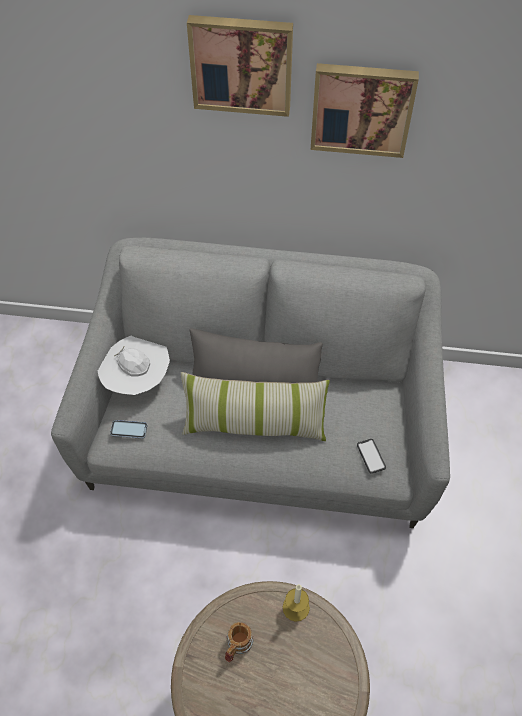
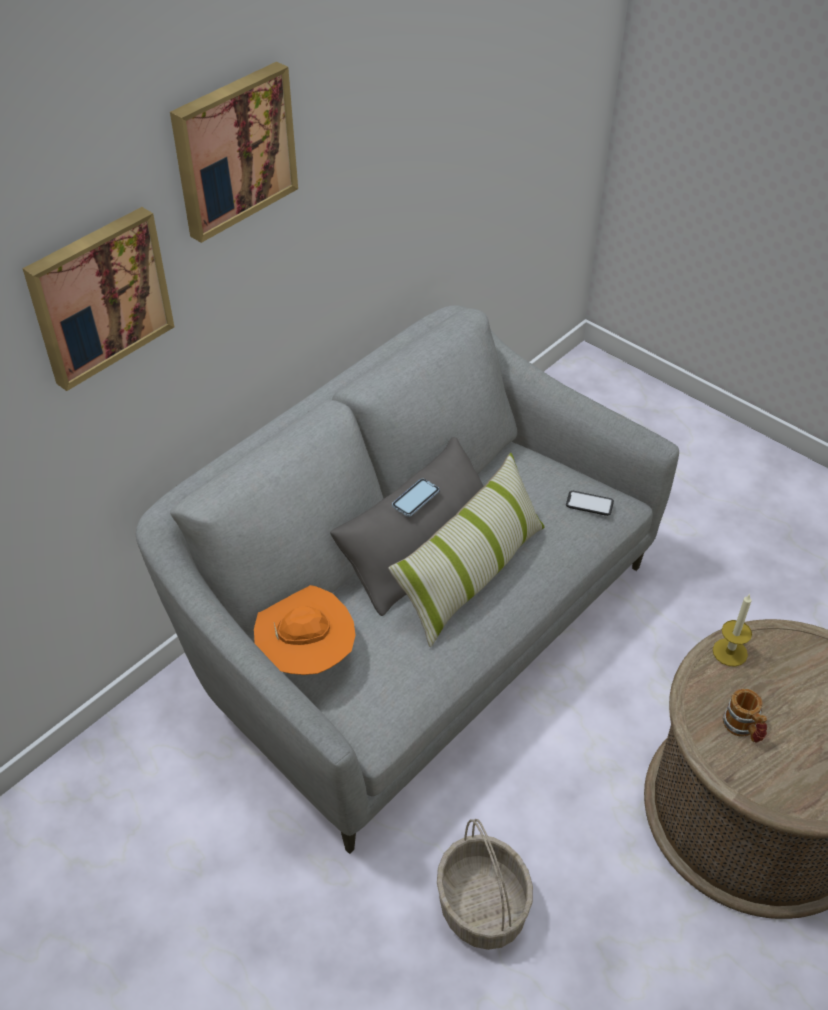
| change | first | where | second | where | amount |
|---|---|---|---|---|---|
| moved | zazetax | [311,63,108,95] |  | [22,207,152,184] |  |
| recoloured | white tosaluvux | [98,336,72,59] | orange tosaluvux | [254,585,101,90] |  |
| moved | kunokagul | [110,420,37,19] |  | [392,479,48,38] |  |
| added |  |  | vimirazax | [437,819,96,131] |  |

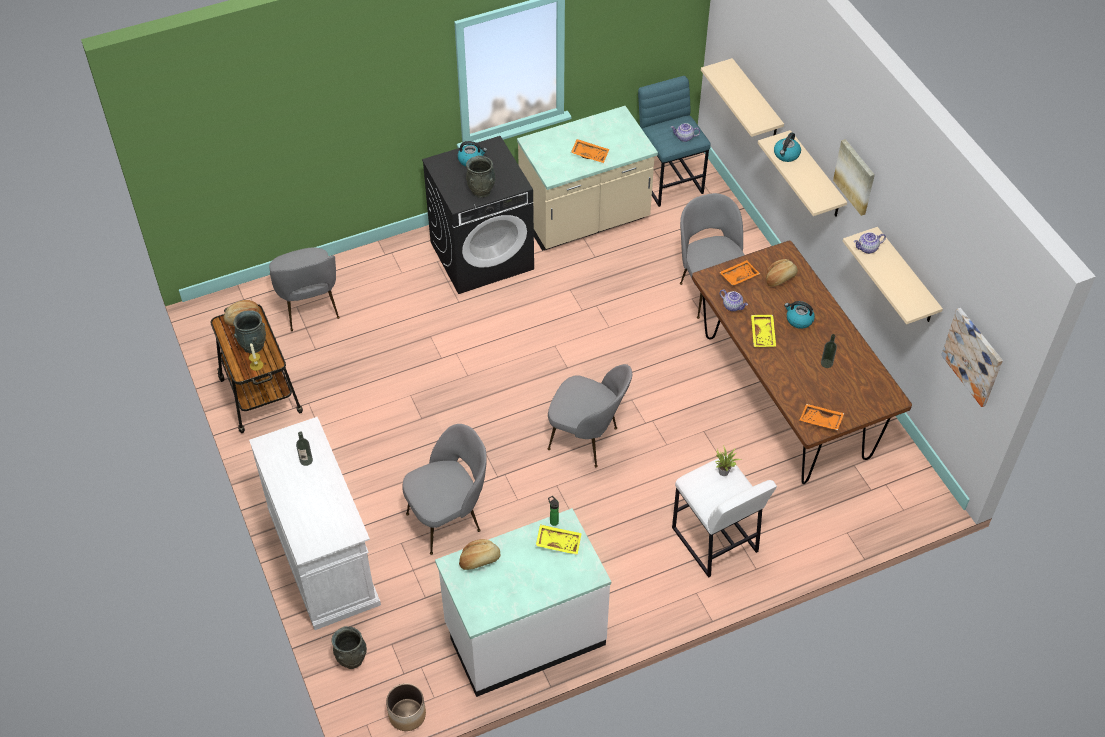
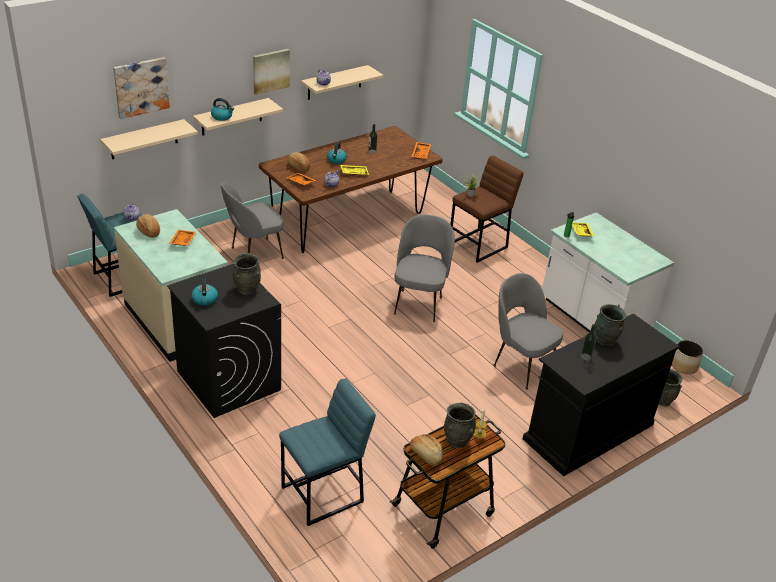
| change | first | where | second | where | amount |
|---|---|---|---|---|---|
| replaced | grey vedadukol | [269,248,71,83] | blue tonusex | [279,378,97,148] |  |
| moved | zazetax | [941,308,62,99] |  | [113,57,57,62] |  |
| recoloured | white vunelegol | [249,417,132,213] | black vunelegol | [523,313,156,163] |  |
| recoloured | white tonusex | [672,455,105,123] | brown tonusex | [450,156,74,107] |  |
| moved | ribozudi | [459,539,41,31] |  | [136,214,24,23] |  |
| added |  |  | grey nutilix | [595,304,32,42] |  |

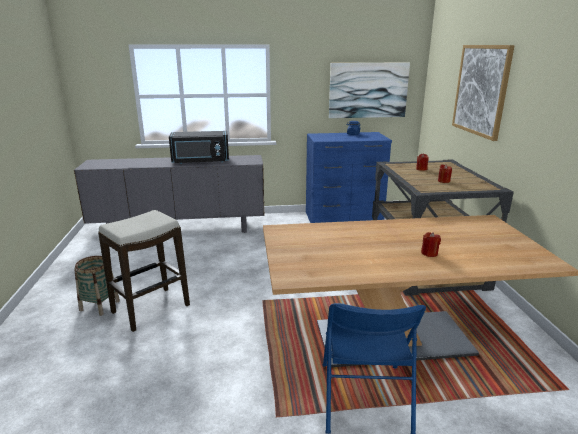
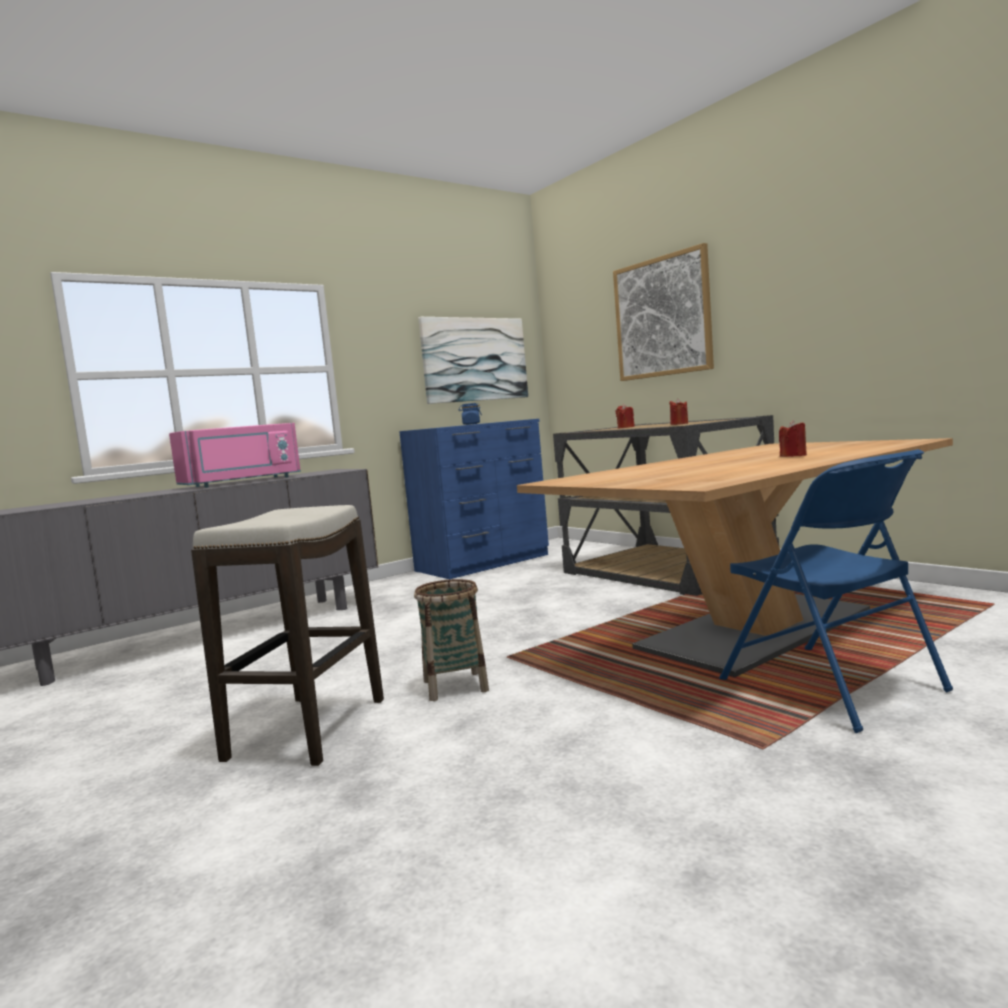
| change | first | where | second | where | amount |
|---|---|---|---|---|---|
| recoloured | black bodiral | [169,131,60,33] | pink bodiral | [169,423,132,65] |  |
| moved | vimirazax | [74,256,46,60] |  | [414,579,75,122] |  |

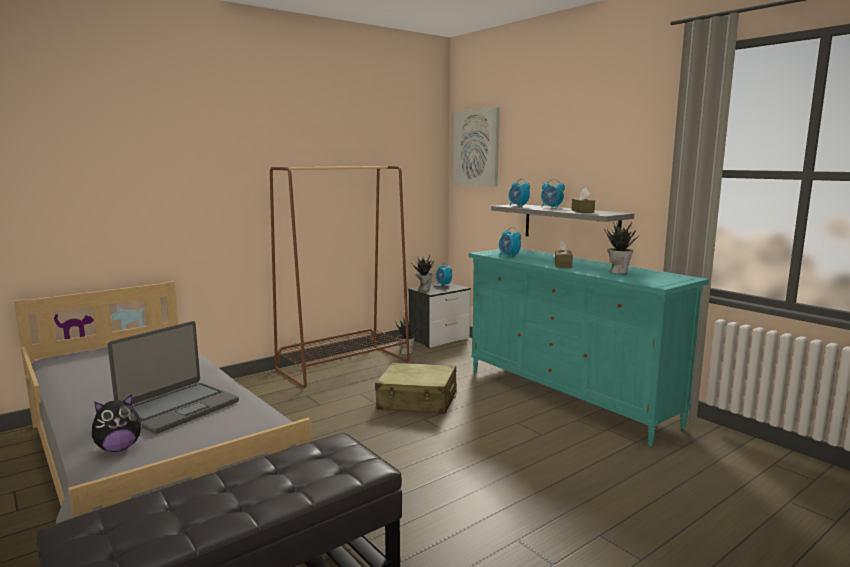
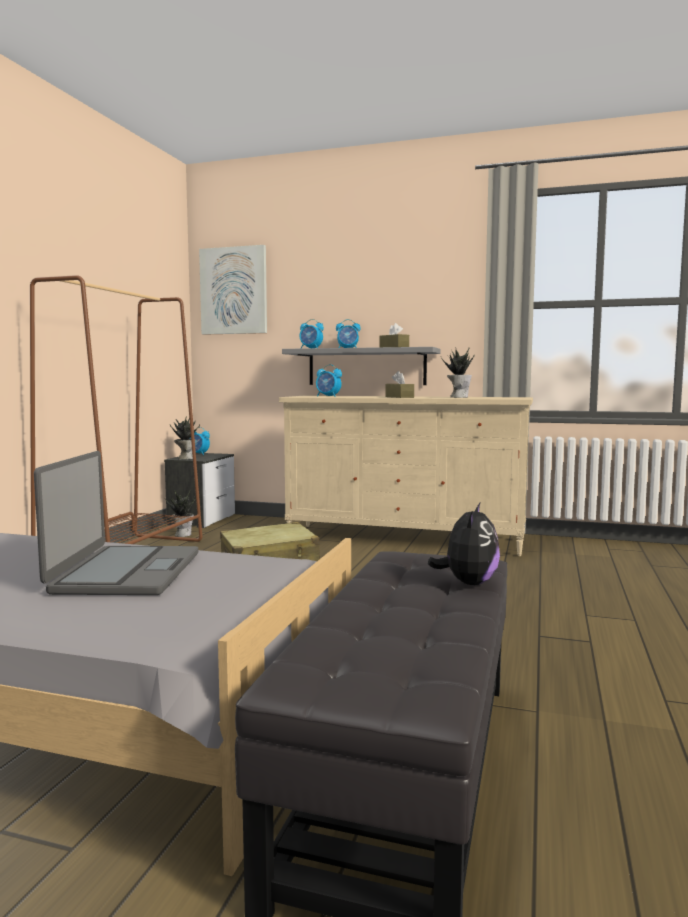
| change | first | where | second | where | amount |
|---|---|---|---|---|---|
| recoloured | turquoise vunelegol | [468,249,241,198] | beige vunelegol | [279,395,254,161] |  |
| moved | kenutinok | [92,394,51,58] |  | [428,503,72,82] |  |

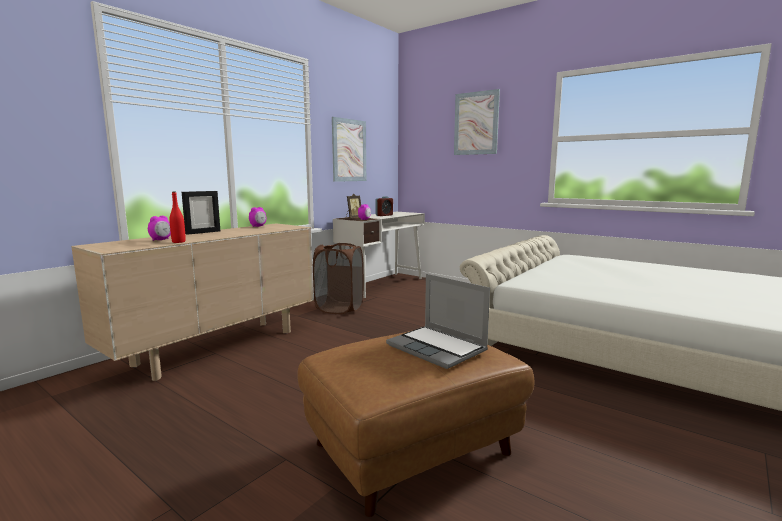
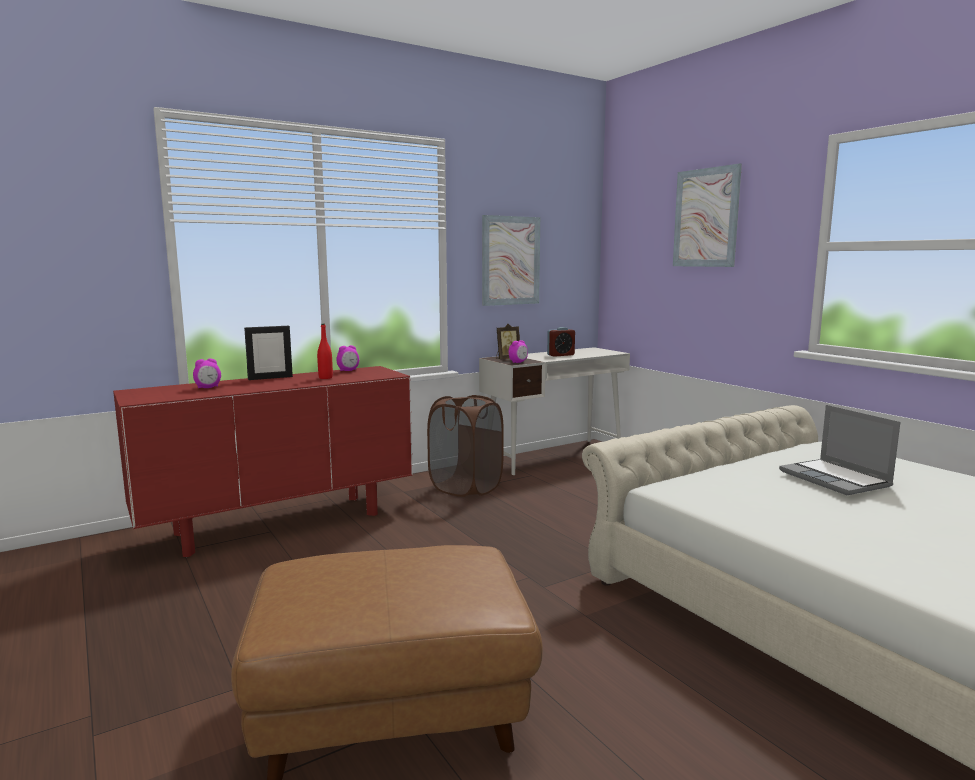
| change | first | where | second | where | amount |
|---|---|---|---|---|---|
| moved | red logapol | [169,192,17,51] |  | [317,324,16,55] |  |
| recoloured | beige vunelegol | [71,223,243,158] | red vunelegol | [113,366,300,191] |  |
| moved | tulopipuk | [386,274,104,95] |  | [779,405,121,90] |  |

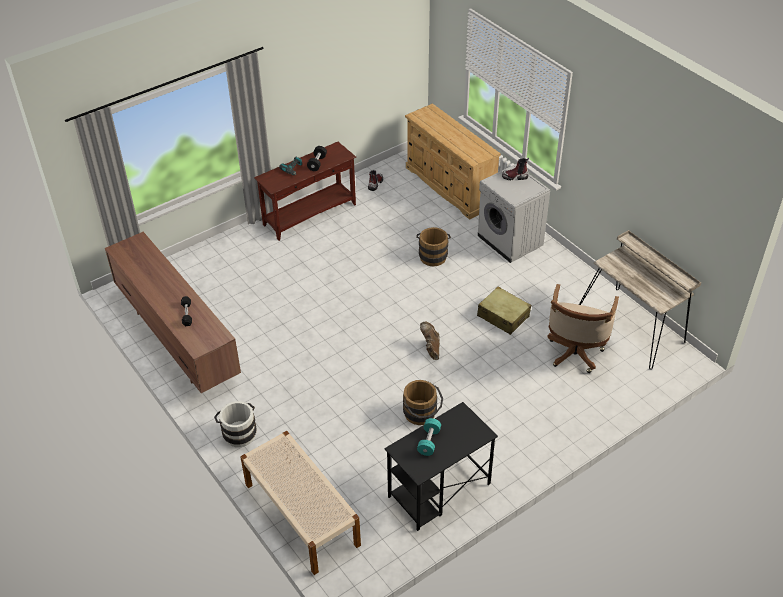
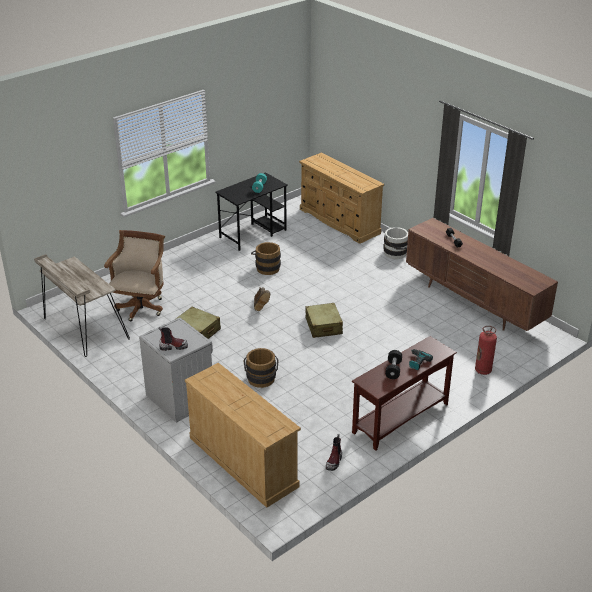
| change | first | where | second | where | amount |
|---|---|---|---|---|---|
| replaced | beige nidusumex | [240,431,121,144] | beige vunelegol | [299,153,85,91] |  |
| added |  |  | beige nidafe | [305,303,38,35] |  |
| added |  |  | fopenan | [475,326,22,49] |  |

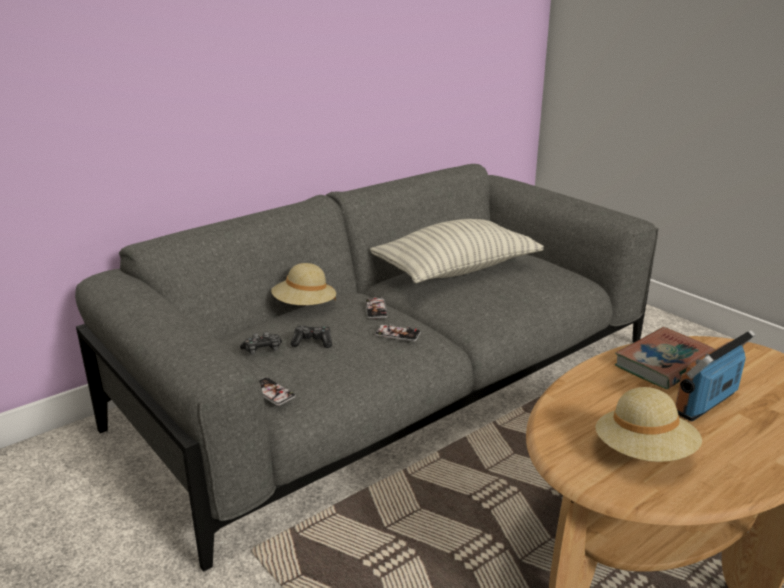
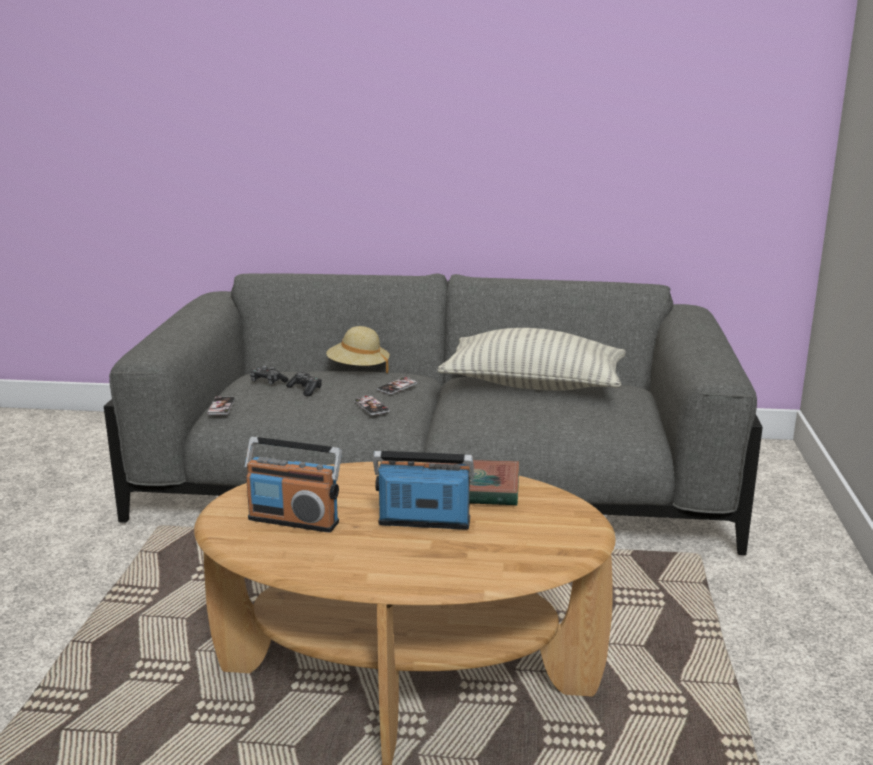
| change | first | where | second | where | amount |
|---|---|---|---|---|---|
| replaced | beige tosaluvux | [595,387,107,75] | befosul | [245,437,97,95] |  |

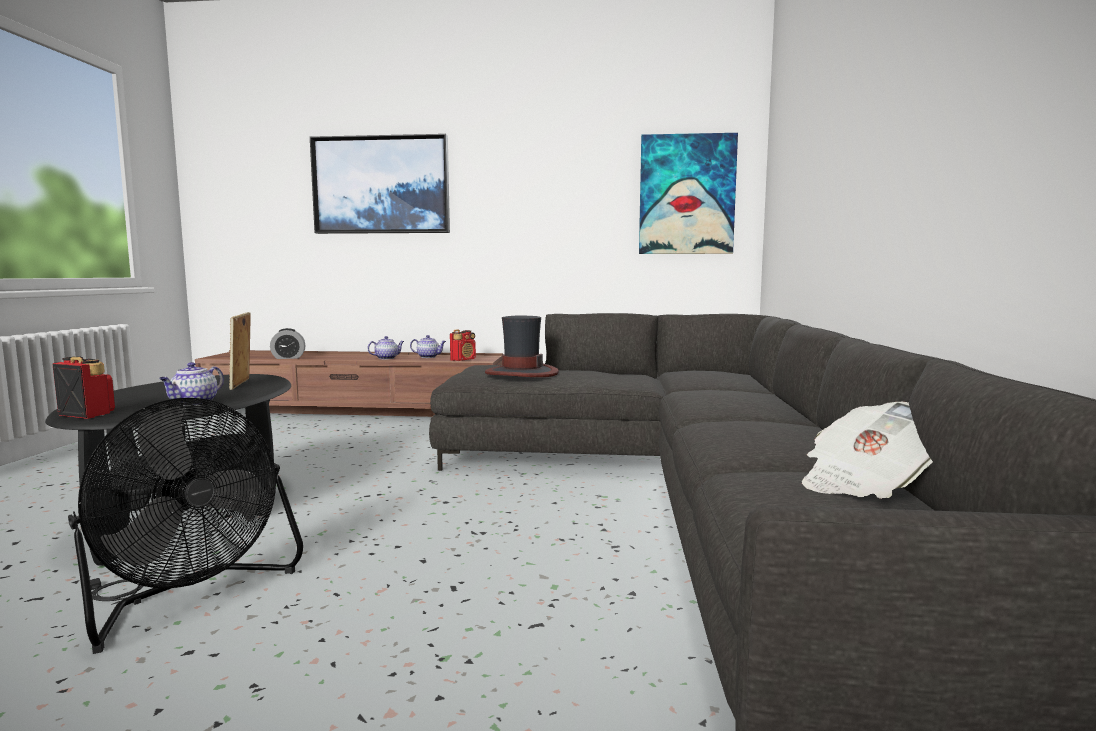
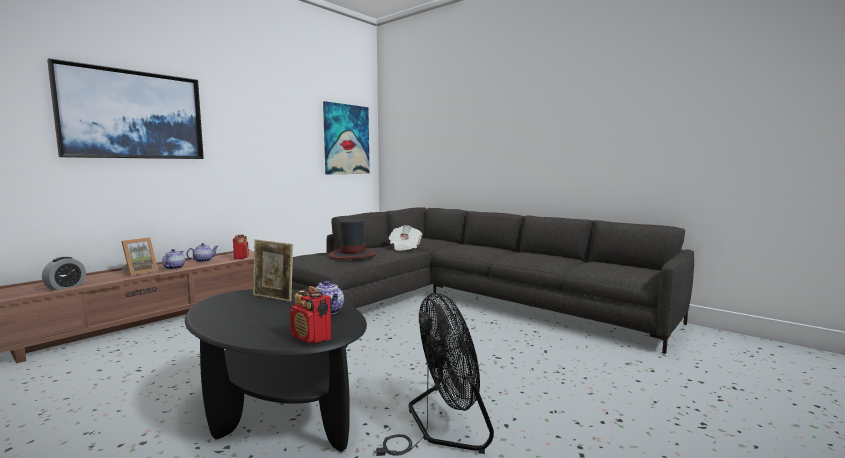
| change | first | where | second | where | amount |
|---|---|---|---|---|---|
| turned | befosul | [53,357,62,62] |  | [290,286,42,58] | 105 degrees counterclockwise |
| moved | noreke | [802,402,131,97] |  | [388,225,34,26] |  |
| added |  |  | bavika | [121,237,38,39] |  |

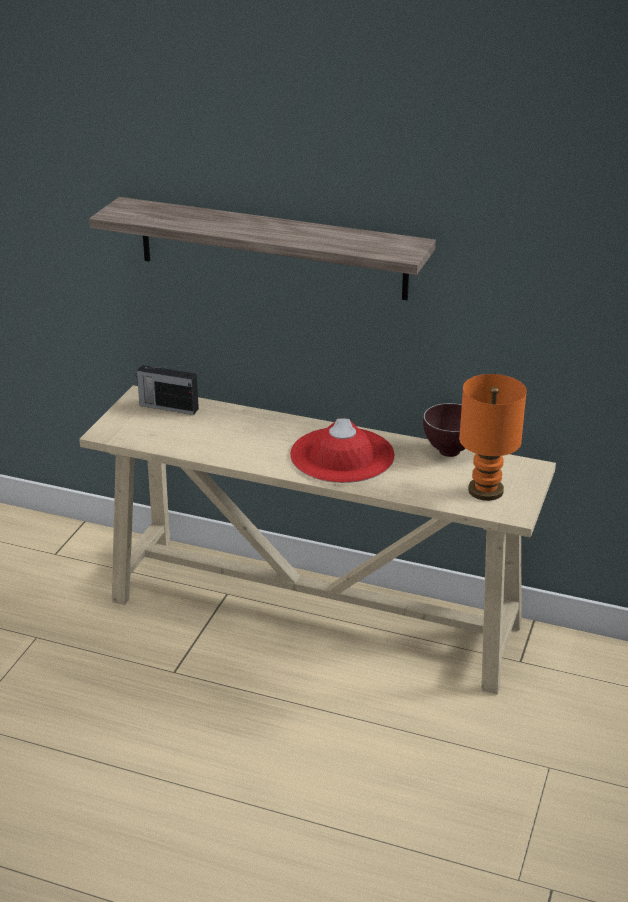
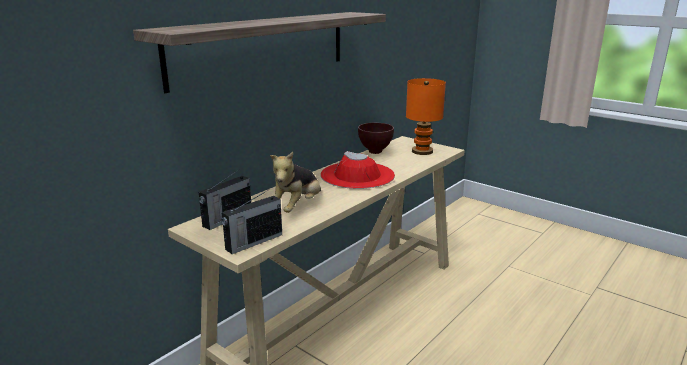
| change | first | where | second | where | amount |
|---|---|---|---|---|---|
| added |  |  | kenutinok | [270,152,51,61] |  |
| added |  |  | befosul | [221,189,61,65] |  |

